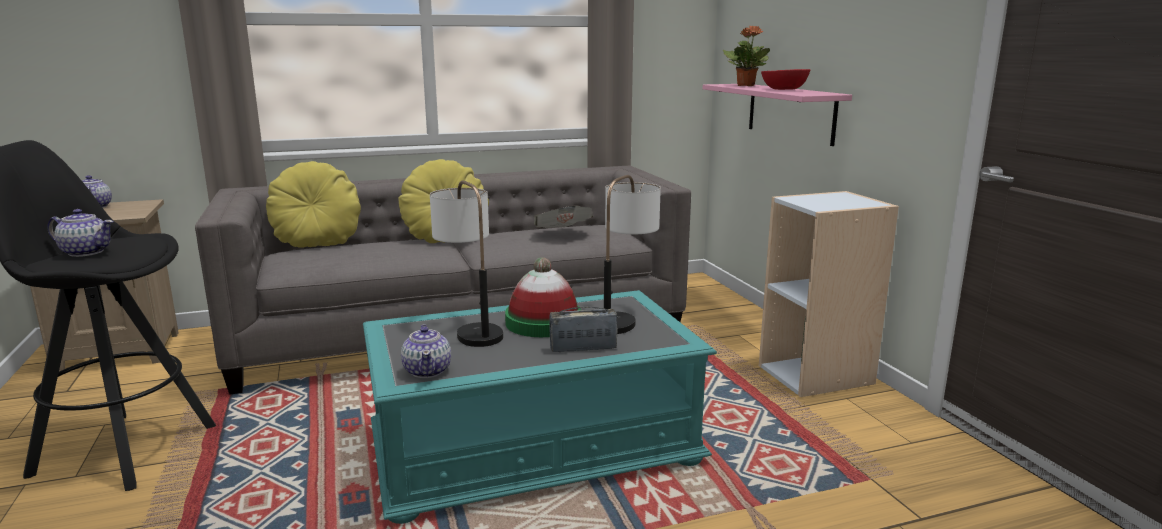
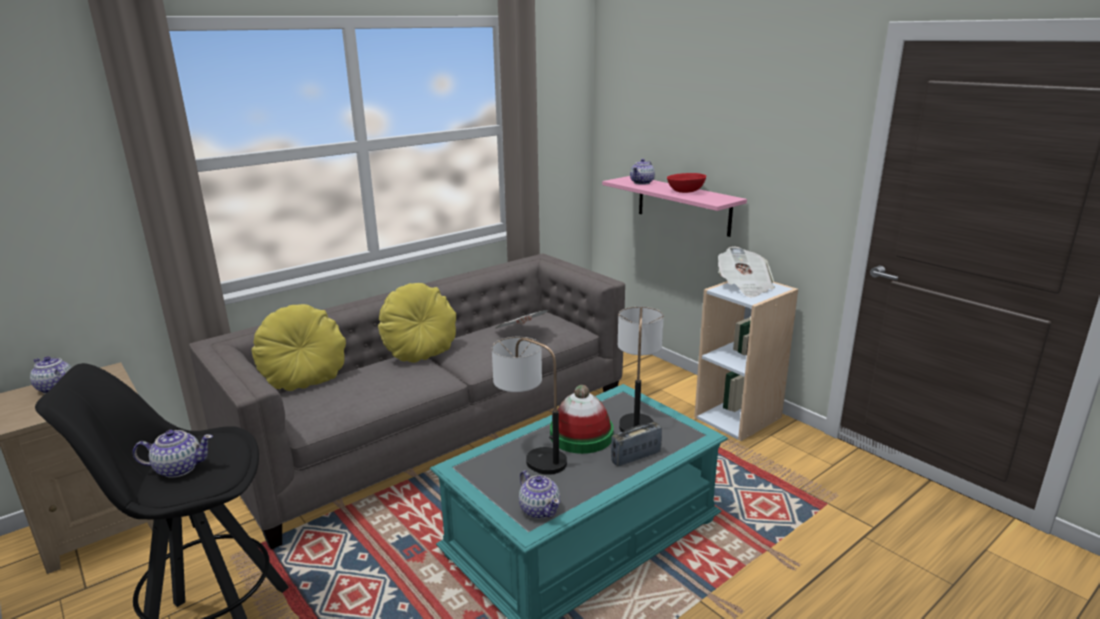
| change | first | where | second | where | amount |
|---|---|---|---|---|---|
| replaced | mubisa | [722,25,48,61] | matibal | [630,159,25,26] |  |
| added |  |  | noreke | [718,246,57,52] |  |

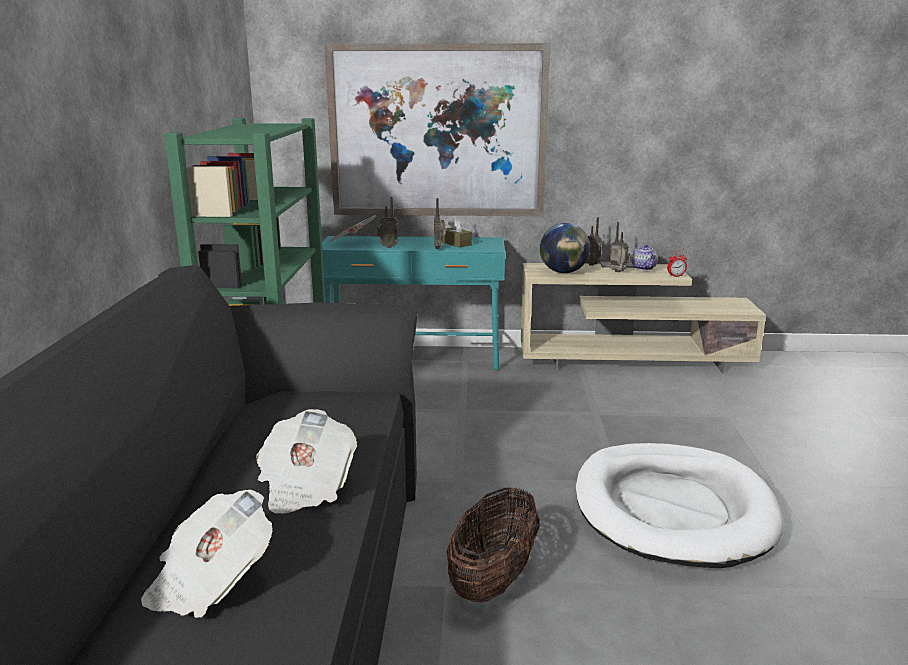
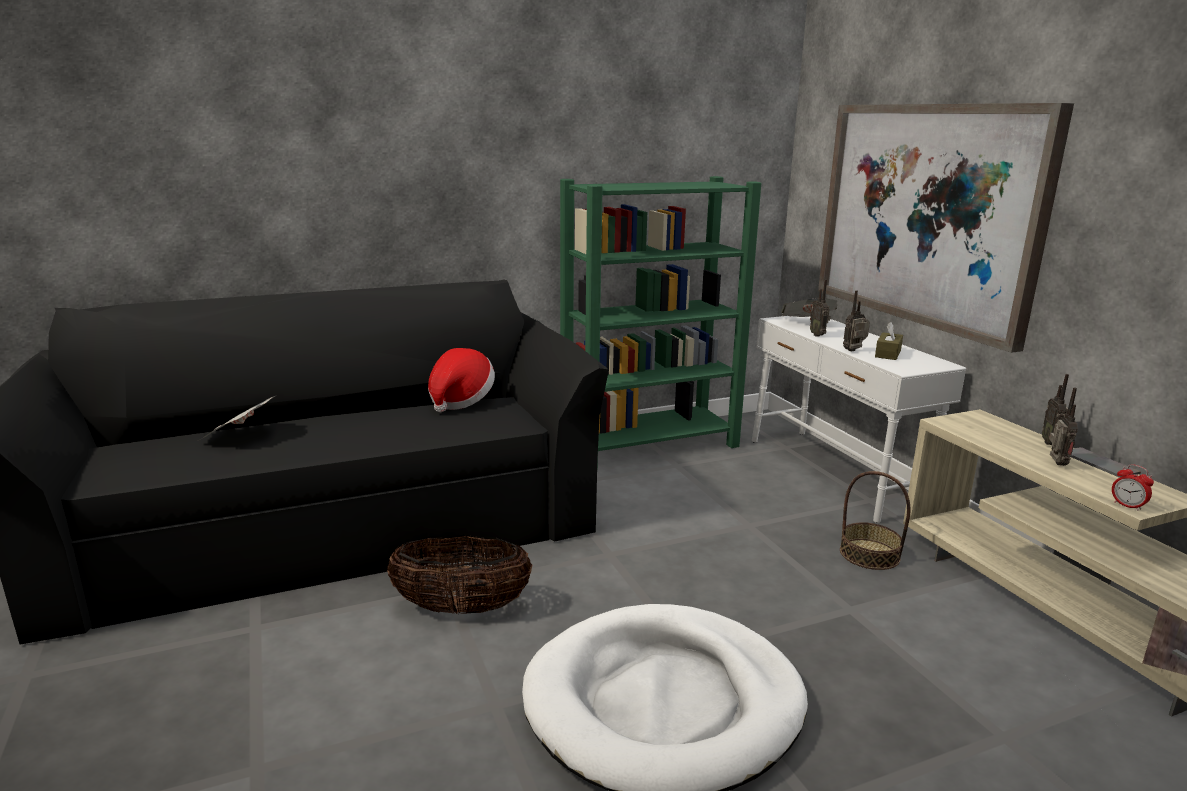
| change | first | where | second | where | amount |
|---|---|---|---|---|---|
| removed | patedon | [540,223,50,50] |  |  |  |
| recoloured | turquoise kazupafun | [322,236,183,134] | white kazupafun | [752,316,214,207] |  |
| removed | matibal | [632,244,26,26] |  |  |  |
| removed | noreke | [256,409,101,105] |  |  |  |
| added |  |  | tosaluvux | [428,348,67,64] |  |
| added |  |  | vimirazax | [840,471,70,99] |  |

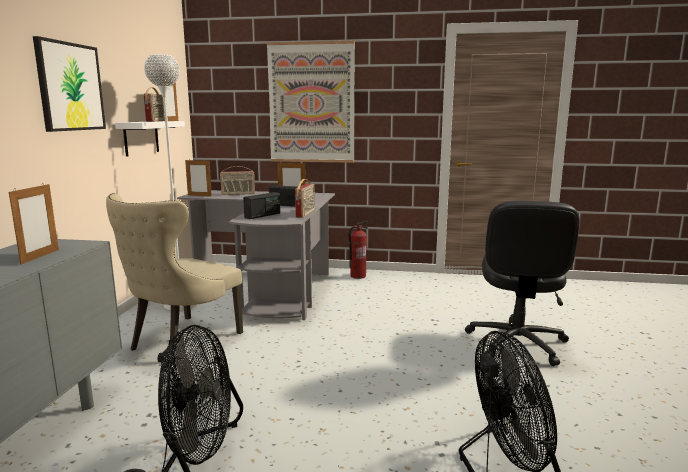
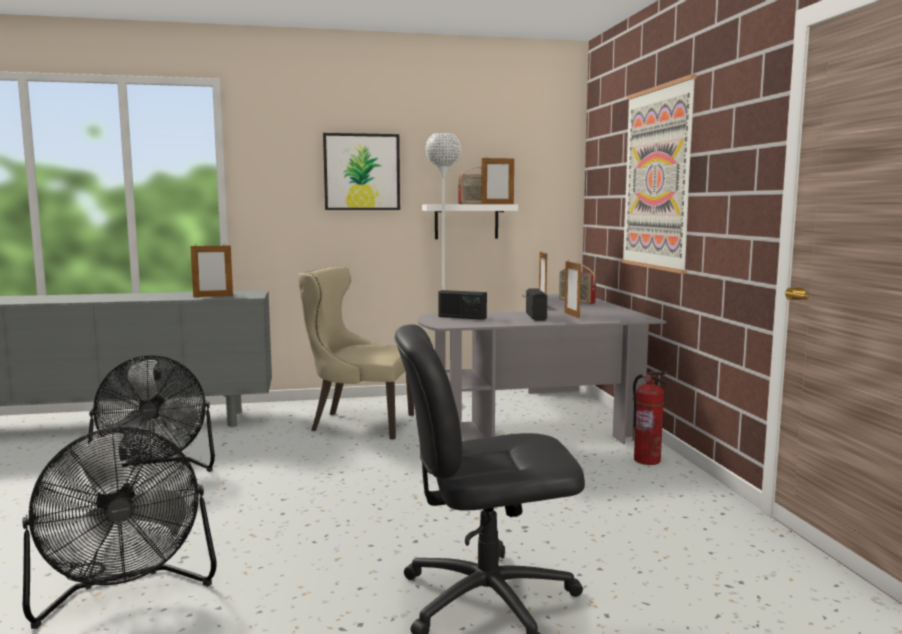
| change | first | where | second | where | amount |
|---|---|---|---|---|---|
| removed | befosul | [295,179,20,39] |  |  |  |

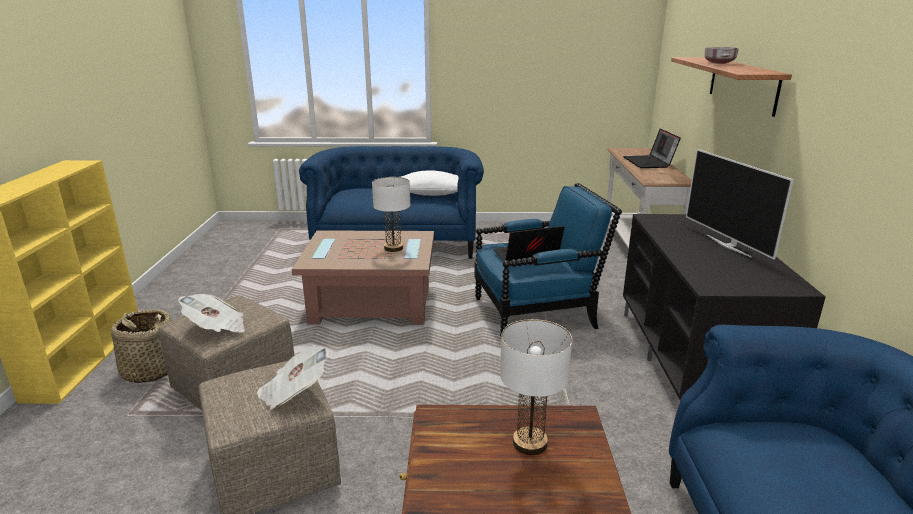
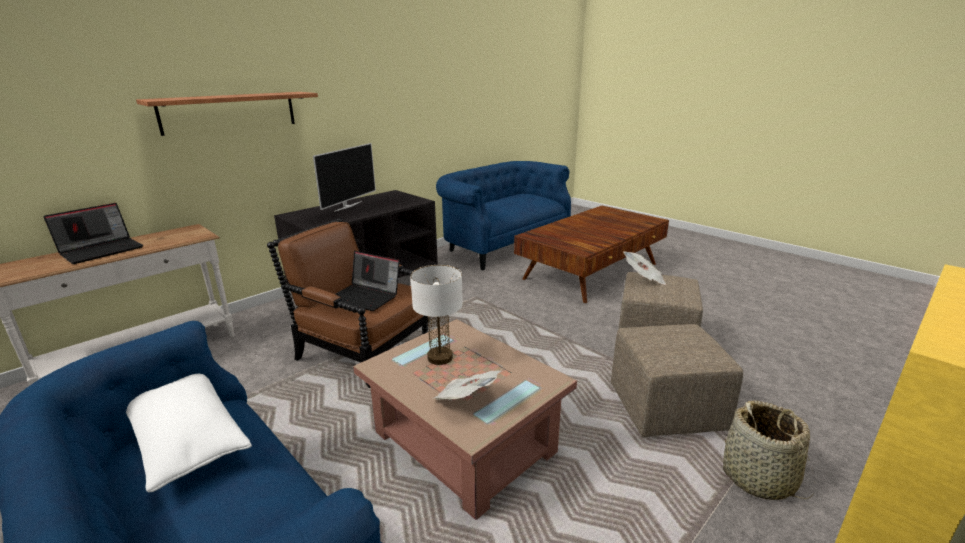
| change | first | where | second | where | amount |
|---|---|---|---|---|---|
| removed | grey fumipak | [705,47,34,17] |  |  |  |
| recoloured | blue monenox | [474,183,148,153] | brown monenox | [267,218,163,170] |  |
| moved | noreke | [178,294,67,39] |  | [433,371,68,29] |  |
| removed | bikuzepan | [500,319,72,136] |  |  |  |

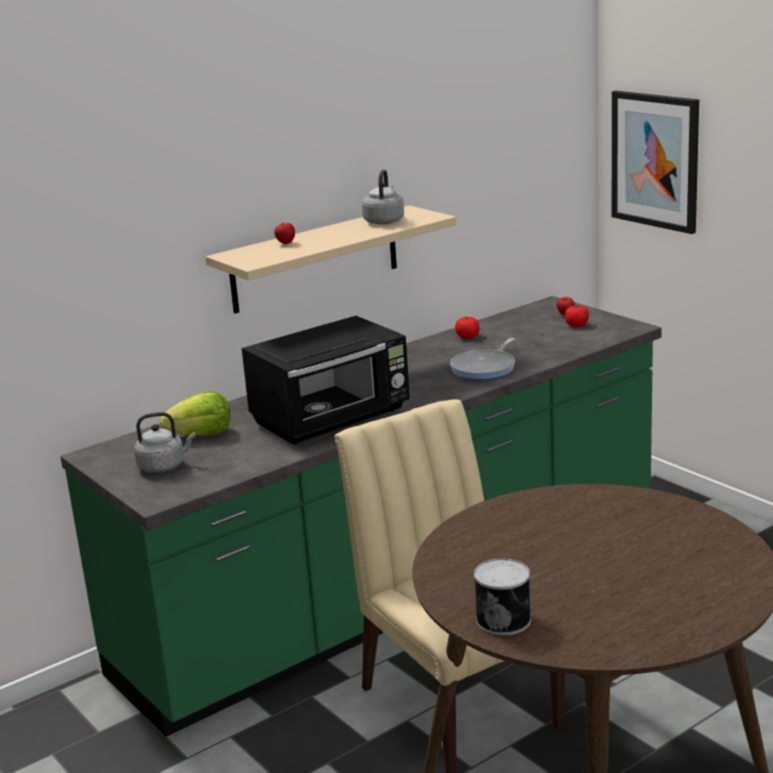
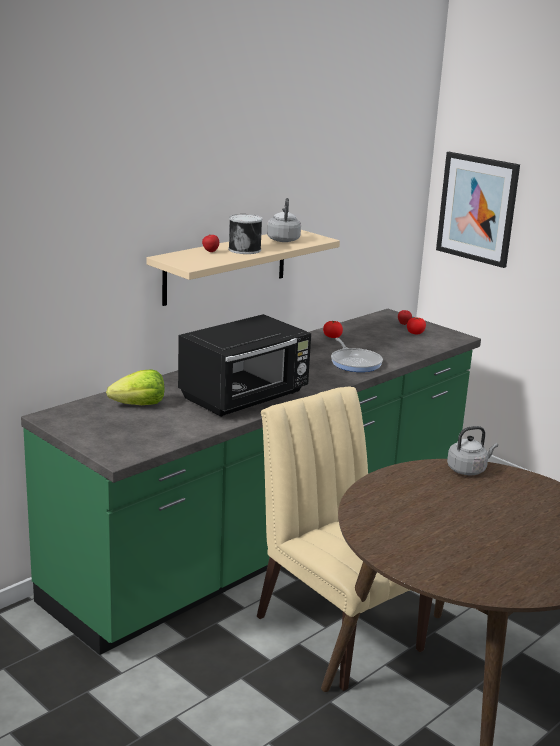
| change | first | where | second | where | amount |
|---|---|---|---|---|---|
| turned | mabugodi | [450,338,65,42] |  | [331,338,52,34] | 45 degrees counterclockwise |
| moved | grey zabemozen | [134,412,62,61] |  | [447,426,51,50] |  |
| moved | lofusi | [474,559,57,77] |  | [228,214,34,40] |  |

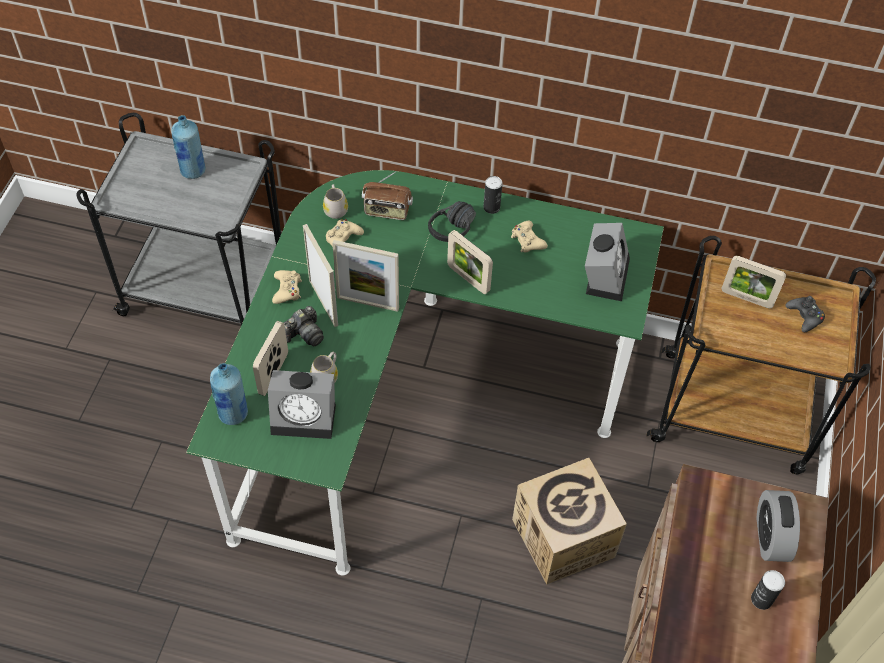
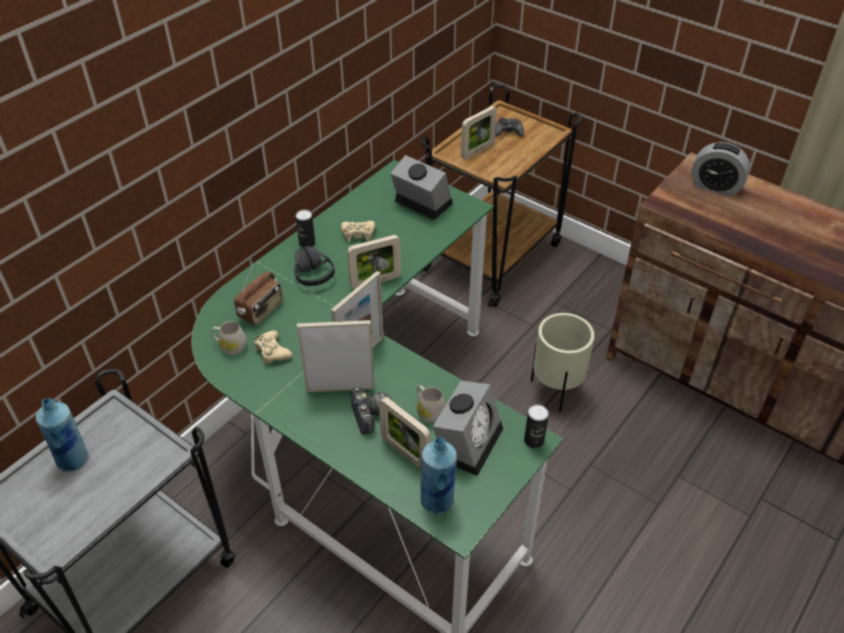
| change | first | where | second | where | amount |
|---|---|---|---|---|---|
| removed | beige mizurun | [272,270,30,34] |  |  |  |
| replaced | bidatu | [512,458,115,126] | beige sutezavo | [531,313,64,99] |  |
| moved | lofusi | [751,570,34,40] |  | [524,404,25,44] |  |

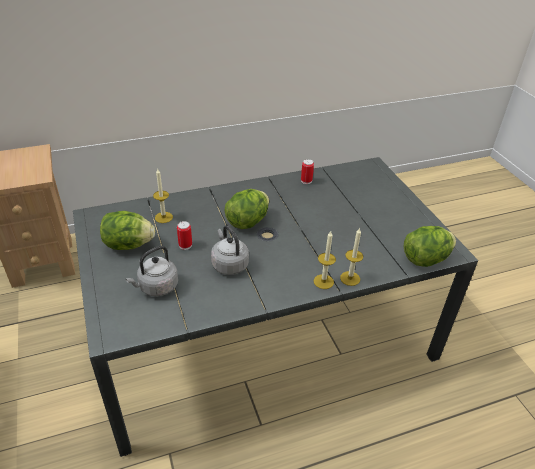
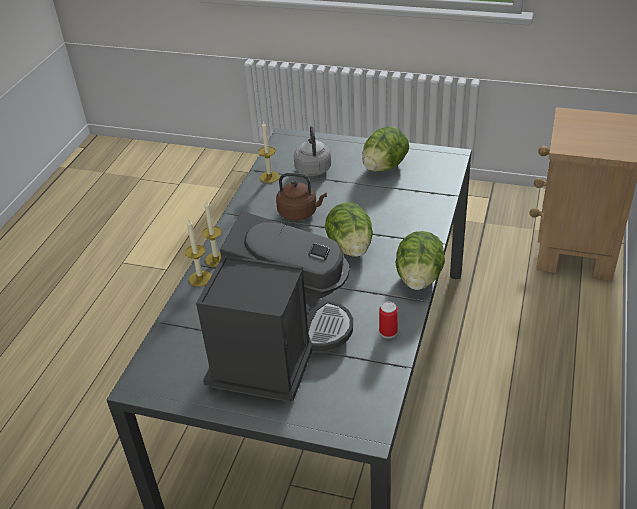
| change | first | where | second | where | amount |
|---|---|---|---|---|---|
| moved | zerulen | [153,169,20,54] |  | [258,121,22,62] |  |
| removed | lofusi | [177,221,15,29] |  |  |  |
| recoloured | grey zabemozen | [211,225,38,50] | brown zabemozen | [276,173,51,48] |  |
| moved | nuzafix | [404,226,52,41] |  | [396,231,49,59] |  |
| added |  |  | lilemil | [196,211,157,191] |  |

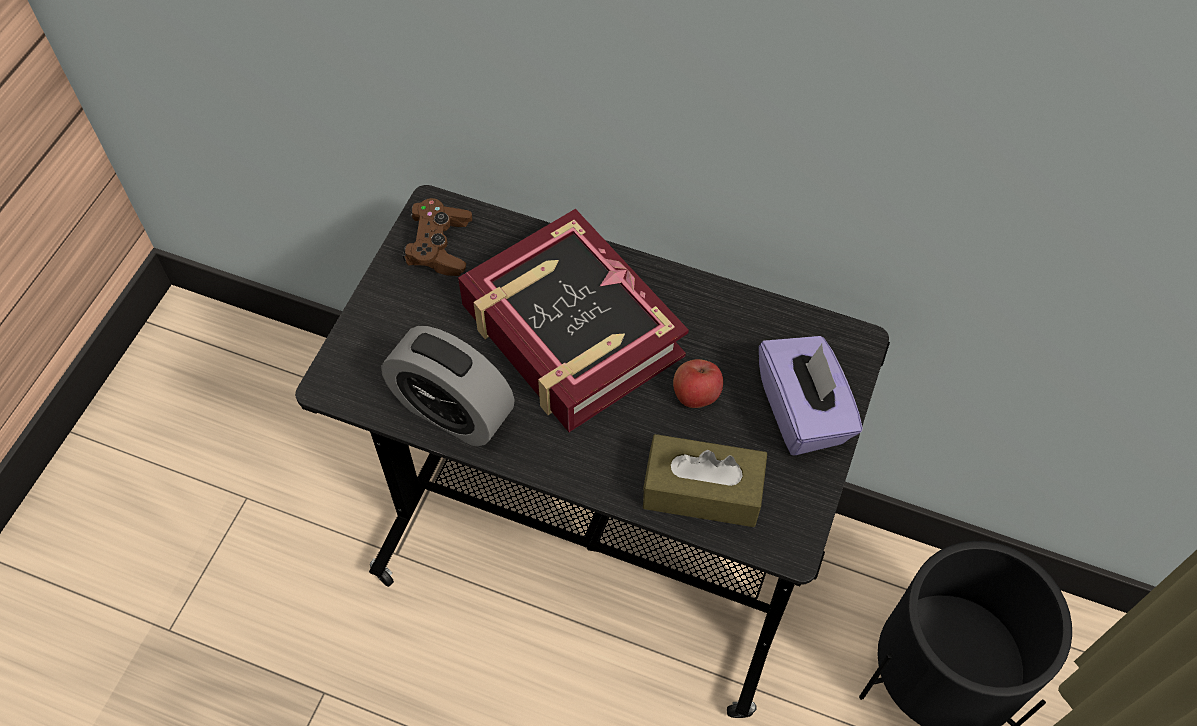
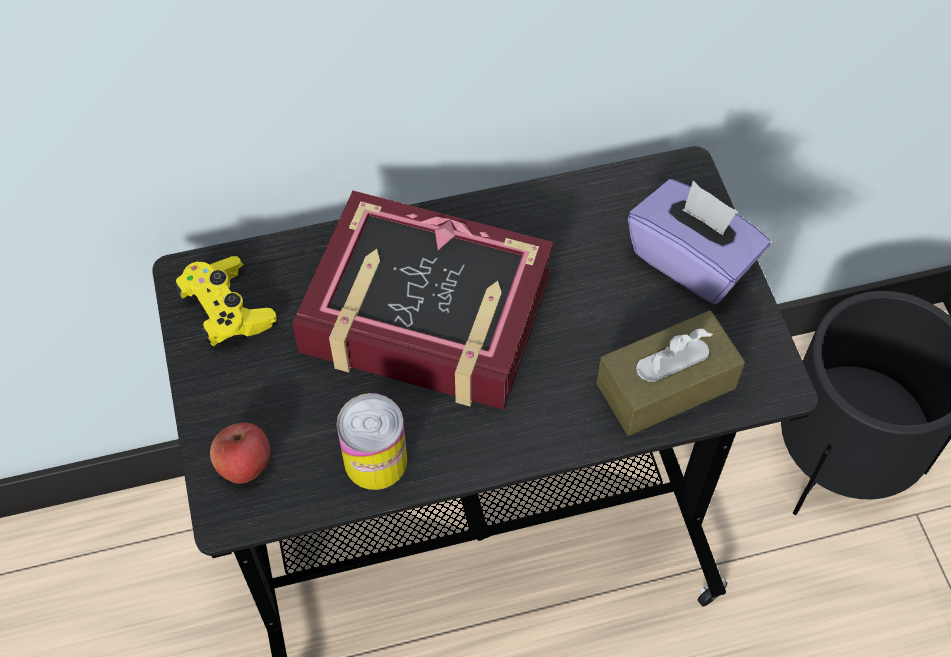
| change | first | where | second | where | amount |
|---|---|---|---|---|---|
| recoloured | brown mizurun | [403,198,69,78] | yellow mizurun | [173,256,104,90] |  |
| replaced | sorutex | [381,326,134,120] | lofusi | [337,393,70,97] |  |
| moved | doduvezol | [673,359,50,49] |  | [210,422,61,62] |  |

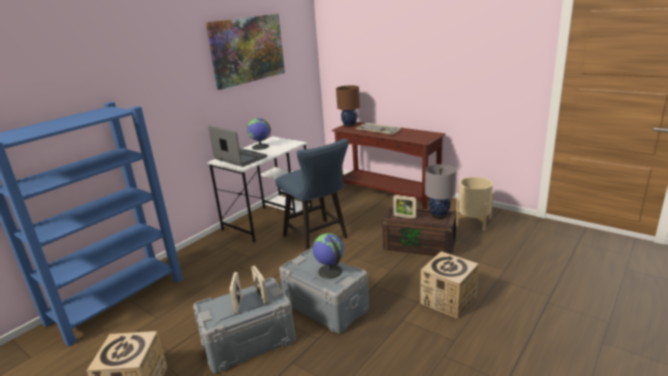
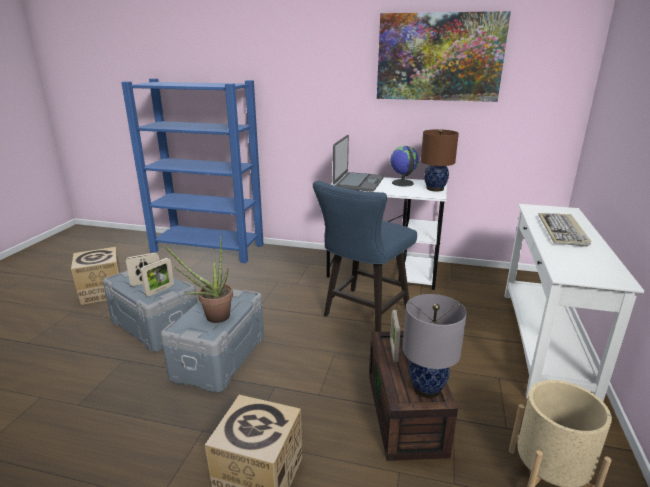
| change | first | where | second | where | amount |
|---|---|---|---|---|---|
| moved | brown bikuzepan | [336,85,24,42] |  | [421,129,38,62] |  |
| recoloured | brown kazupafun | [332,122,114,87] | white kazupafun | [504,204,140,197] |  |
| replaced | patedon | [312,233,32,46] | mubisa | [164,235,69,88] |  |

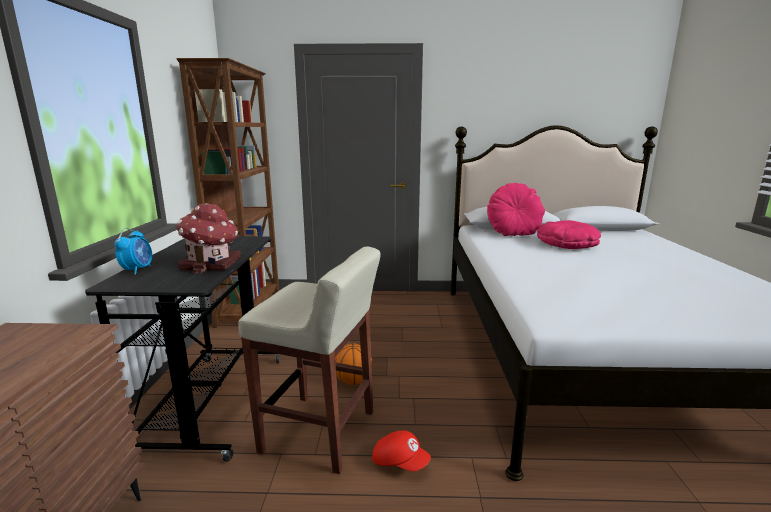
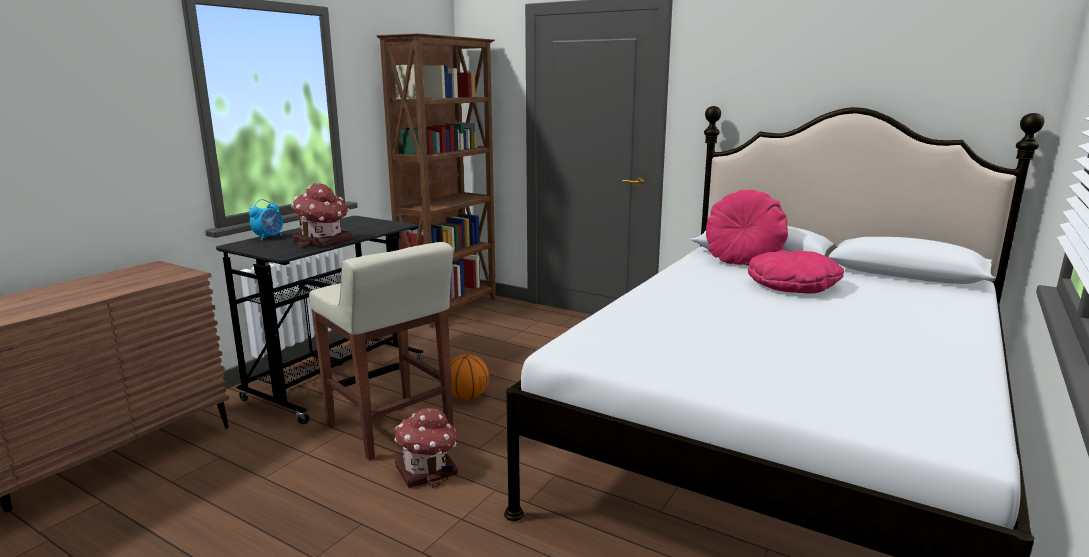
| change | first | where | second | where | amount |
|---|---|---|---|---|---|
| replaced | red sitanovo | [372,430,59,41] | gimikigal | [394,408,64,80] |  |

